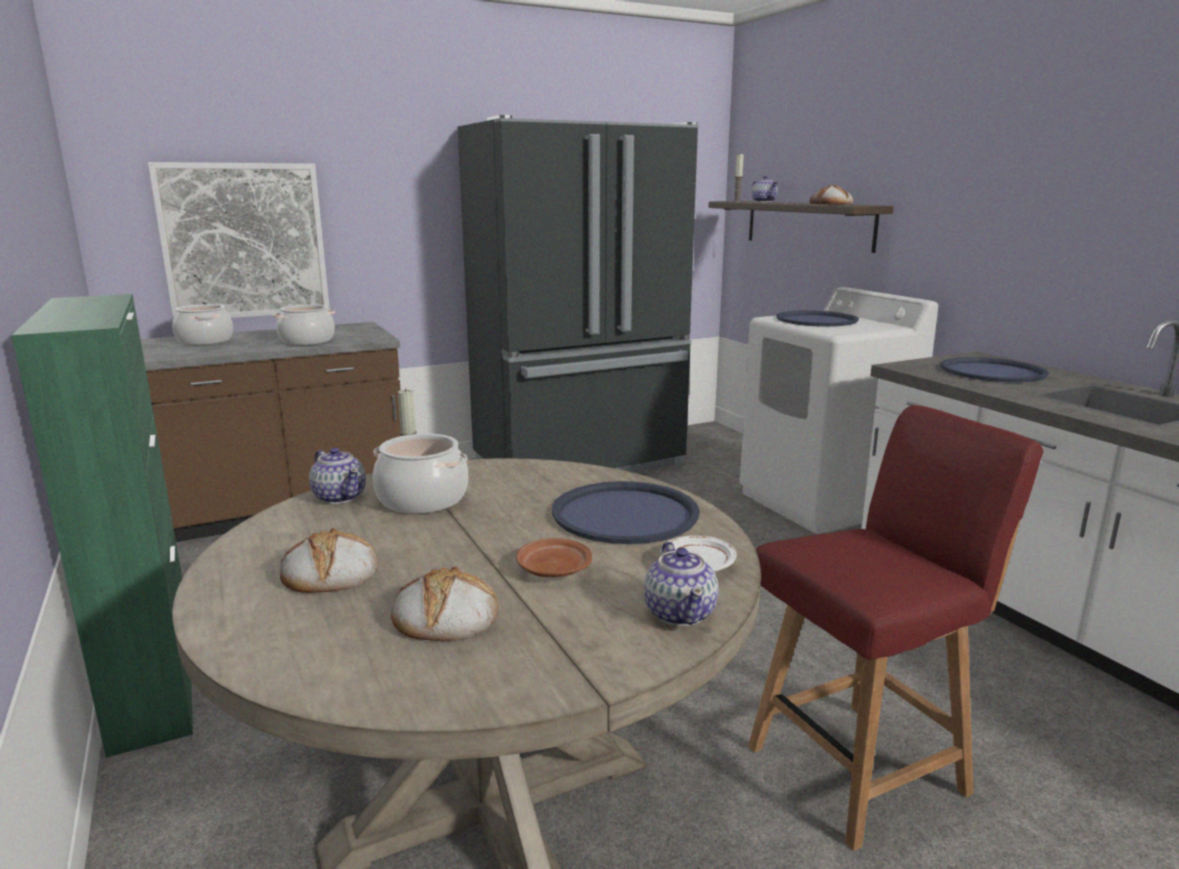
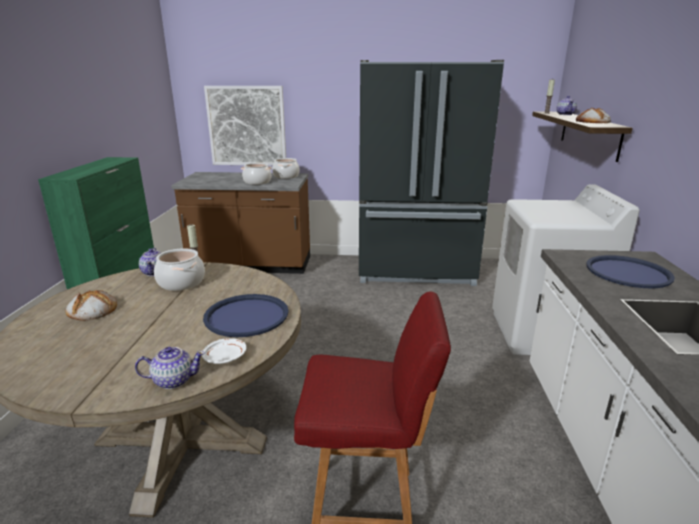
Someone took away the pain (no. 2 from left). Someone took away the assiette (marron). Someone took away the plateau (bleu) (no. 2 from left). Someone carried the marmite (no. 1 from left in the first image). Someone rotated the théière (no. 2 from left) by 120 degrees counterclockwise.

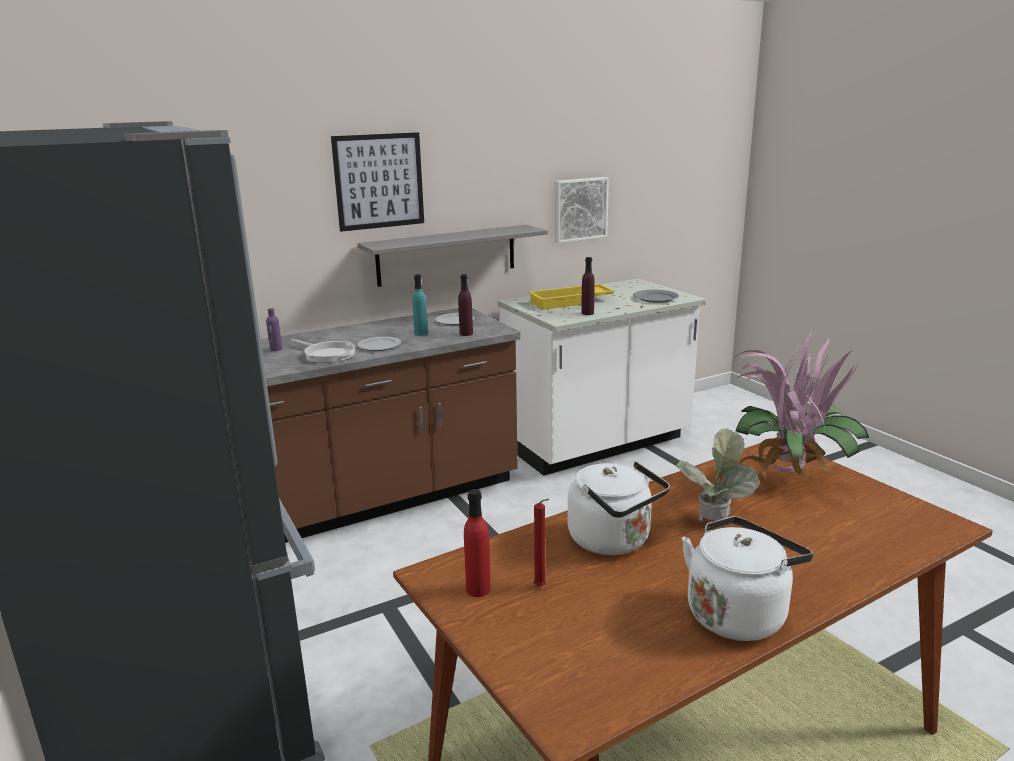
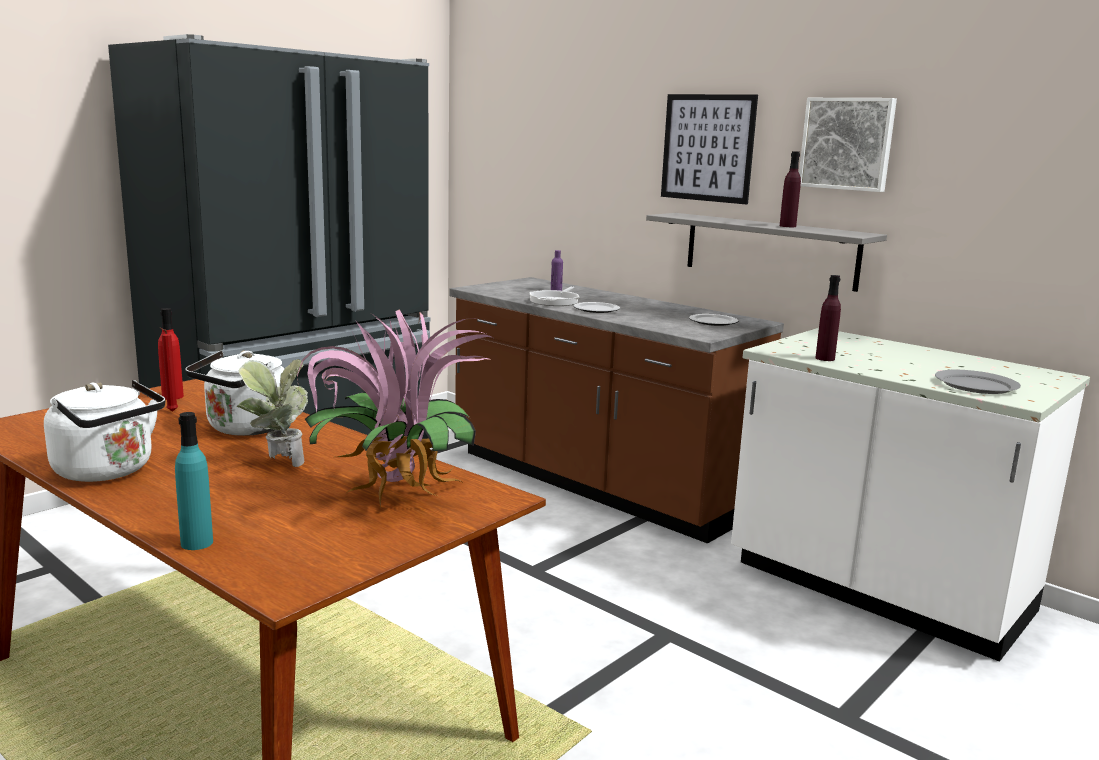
Someone took away the plateau (jaune). Someone carried the bouteille (turquoise). Someone carried the bouteille (violet) (no. 2 from left). Someone carried the tableau (no. 2 from left).

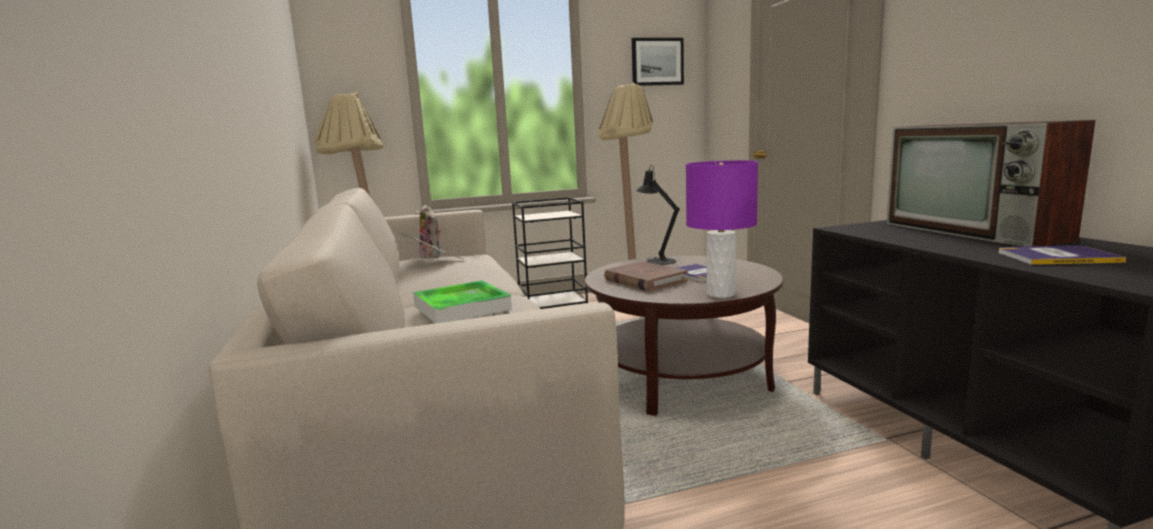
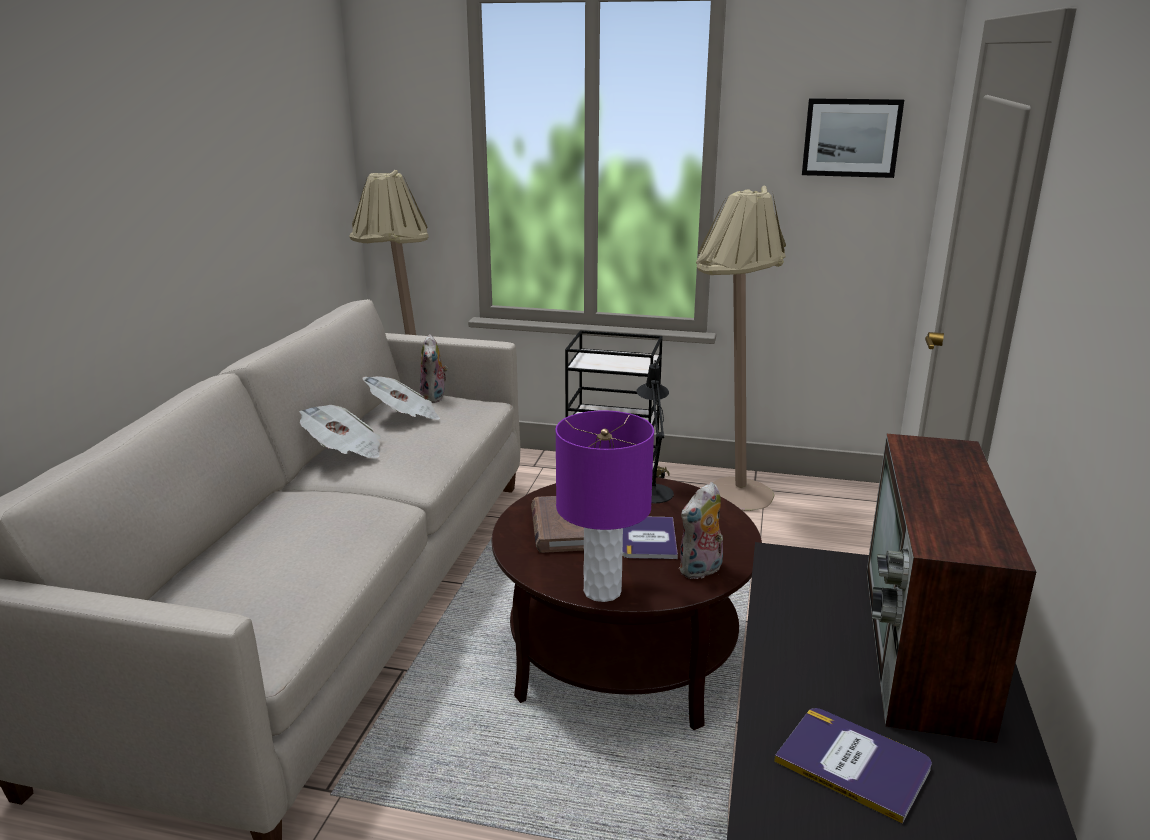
Someone took away the plateau. Someone put down the journal (no. 1 from left). Someone put down the peluche (no. 2 from left).

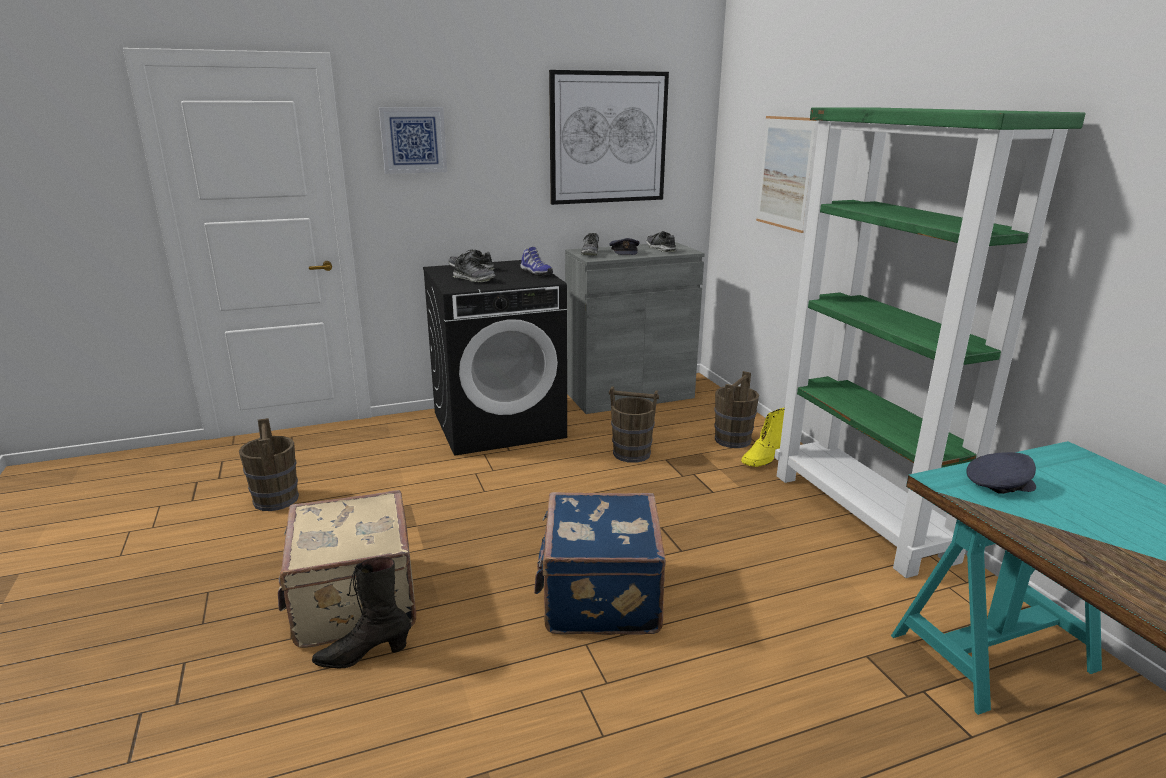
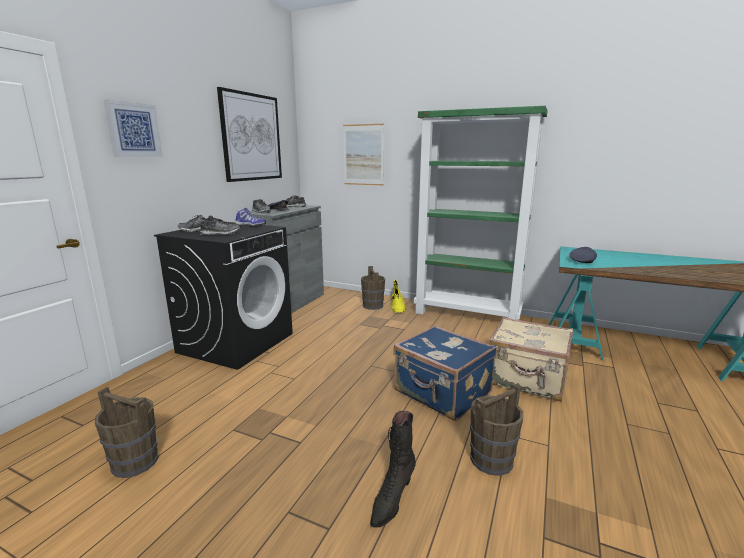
Someone carried the valise (beige). Someone carried the seau (marron) (no. 2 from left in the first image).

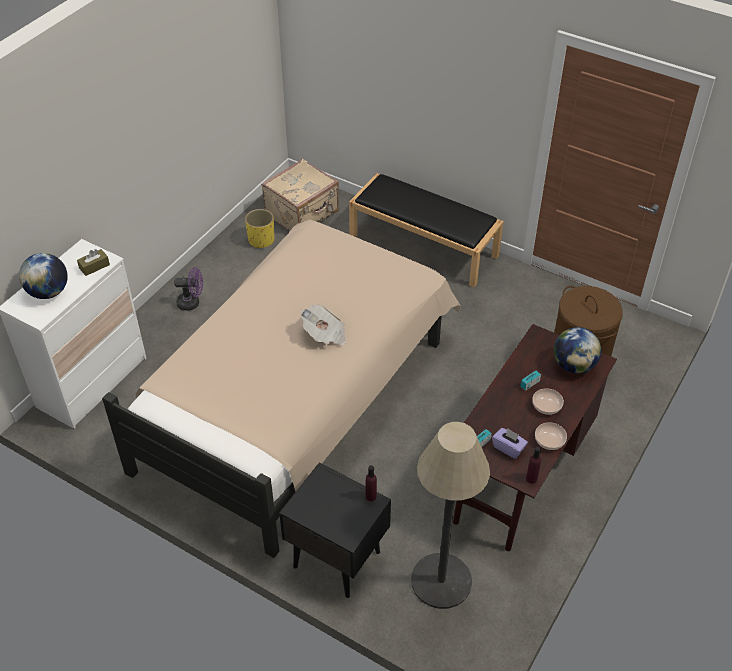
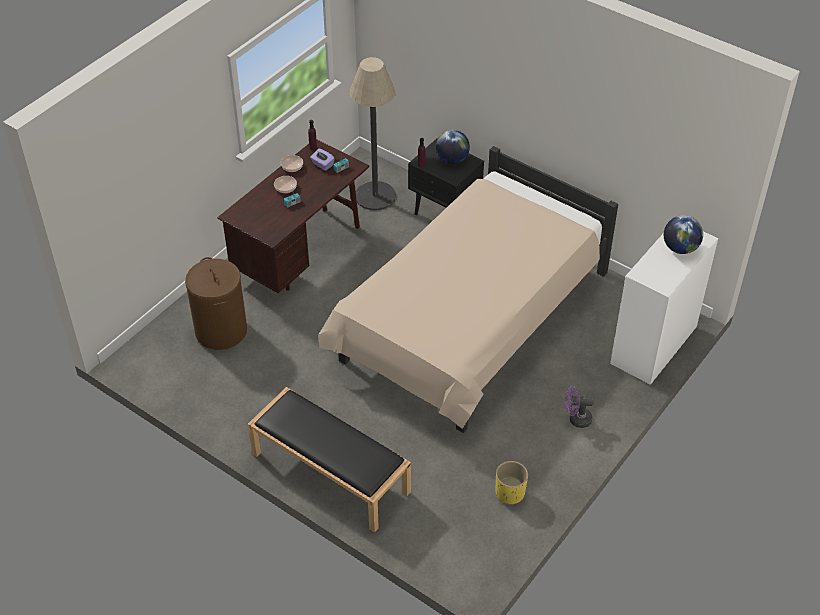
Someone took away the boîte à mouchoirs (marron). Someone took away the valise (beige). Someone took away the journal. Someone carried the globe (no. 2 from left in the first image).

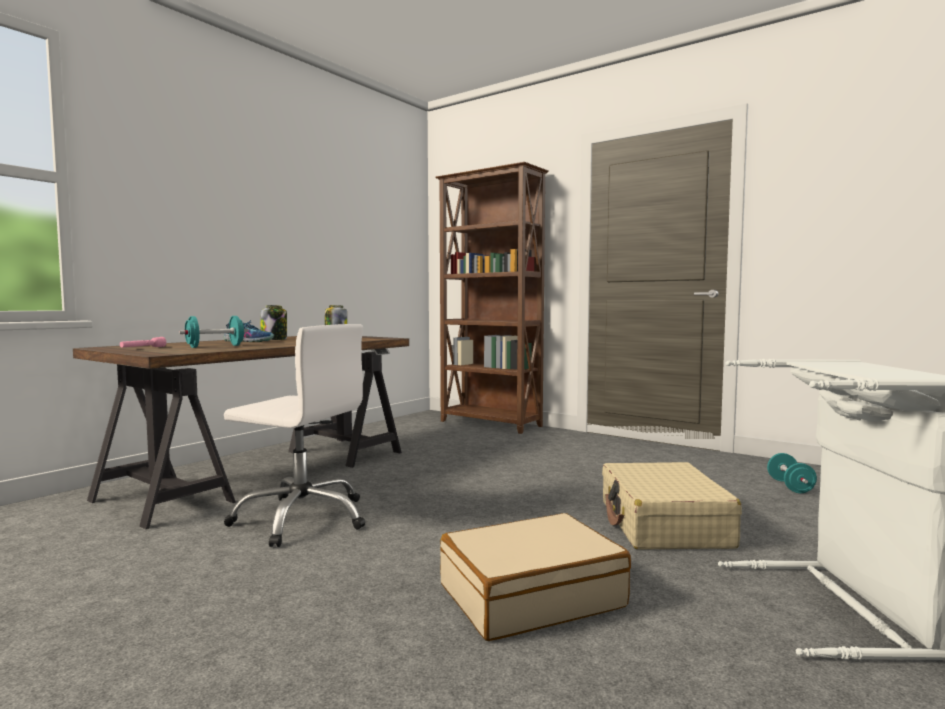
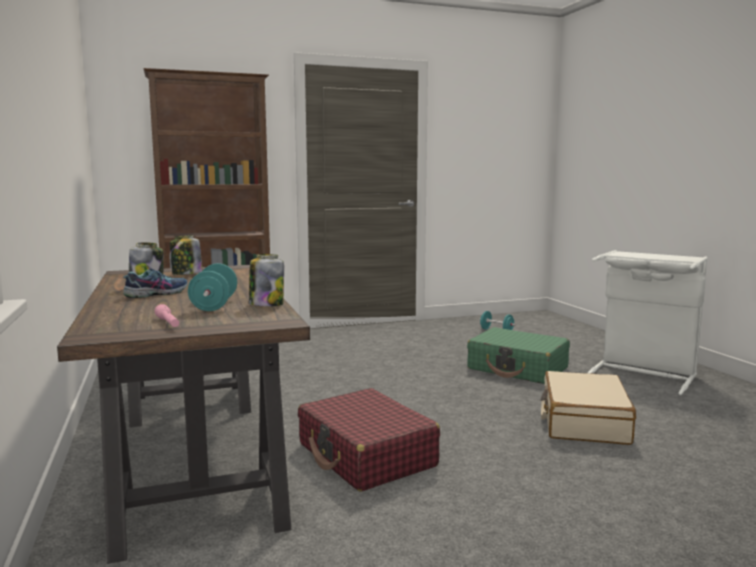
Someone put down the bocal (no. 3 from left). Someone swapped the chaise de bureau (blanc) for the valise (rouge). Someone repainted the valise (beige) (no. 2 from left), which became the valise (vert).

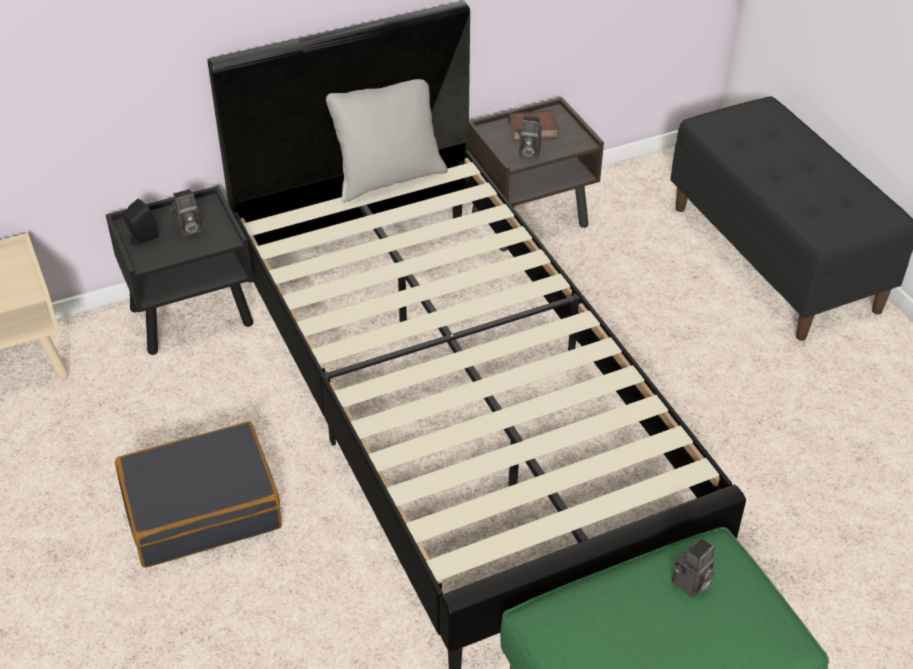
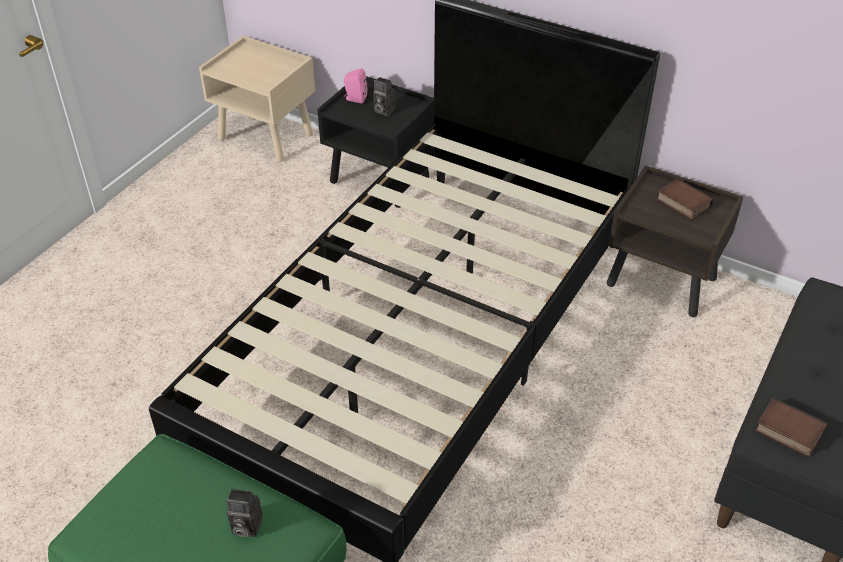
Someone took away the valise (noir). Someone took away the coussin (gris). Someone took away the appareil photo (no. 2 from left). Someone put down the livre (no. 2 from left). Someone repainted the enceinte (noir), which became the enceinte (rose).

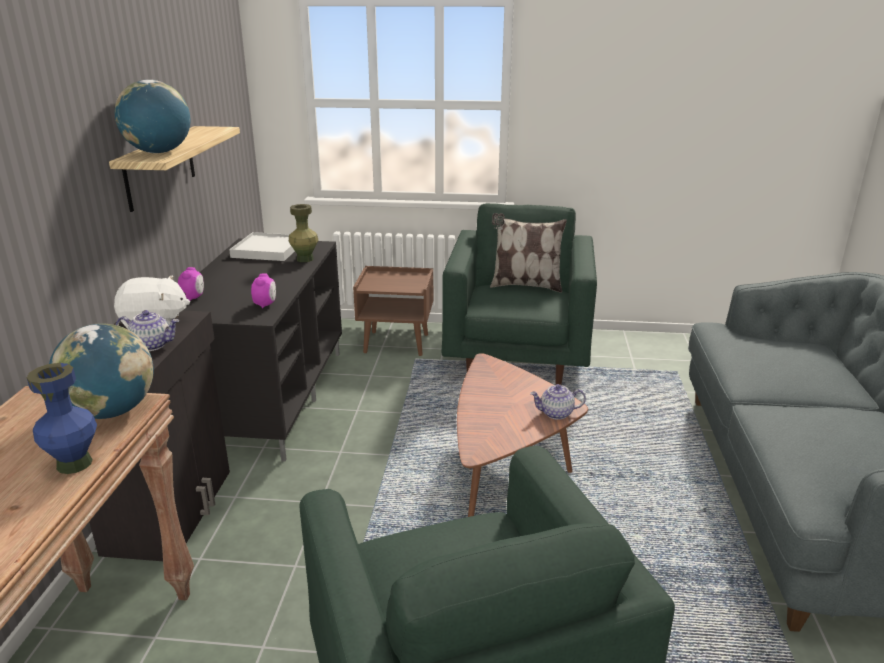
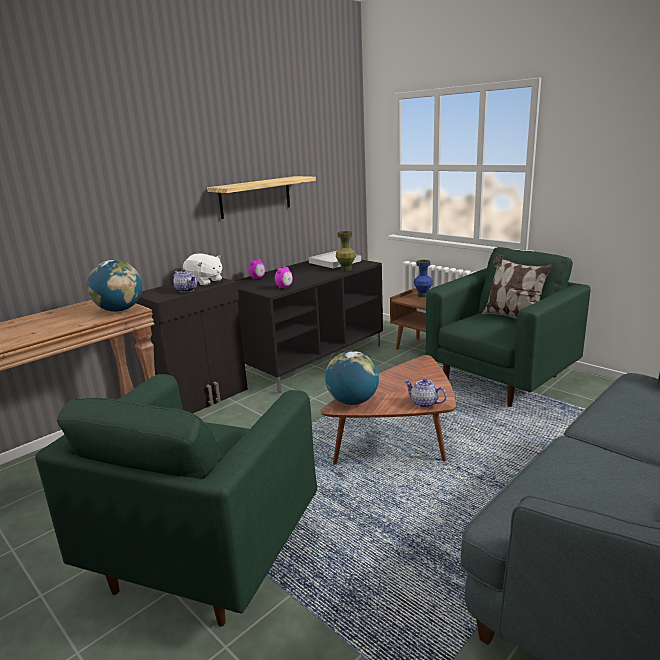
Someone carried the vase (bleu). Someone carried the globe (no. 2 from left).

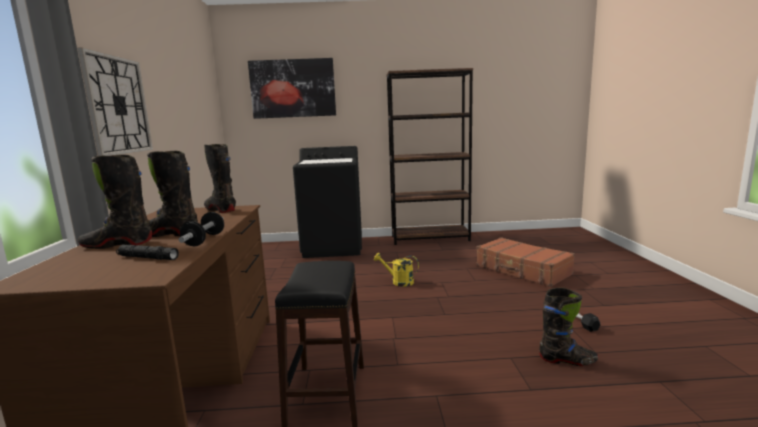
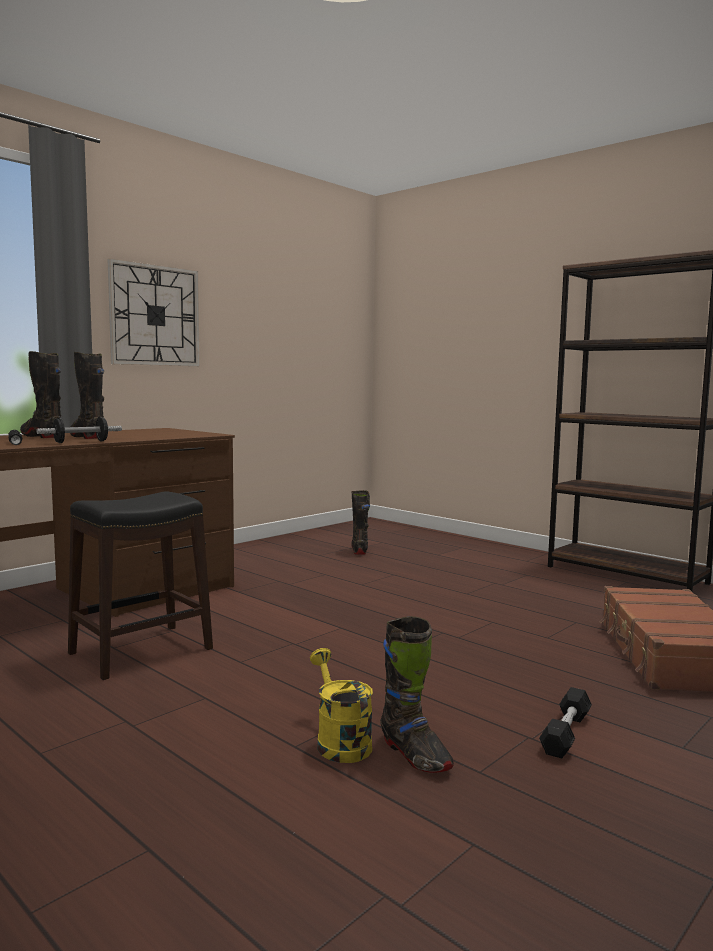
Someone took away the tableau. Someone took away the lave-linge (noir). Someone carried the botte (noir) (no. 3 from left). Someone carried the arrosoir (jaune).

